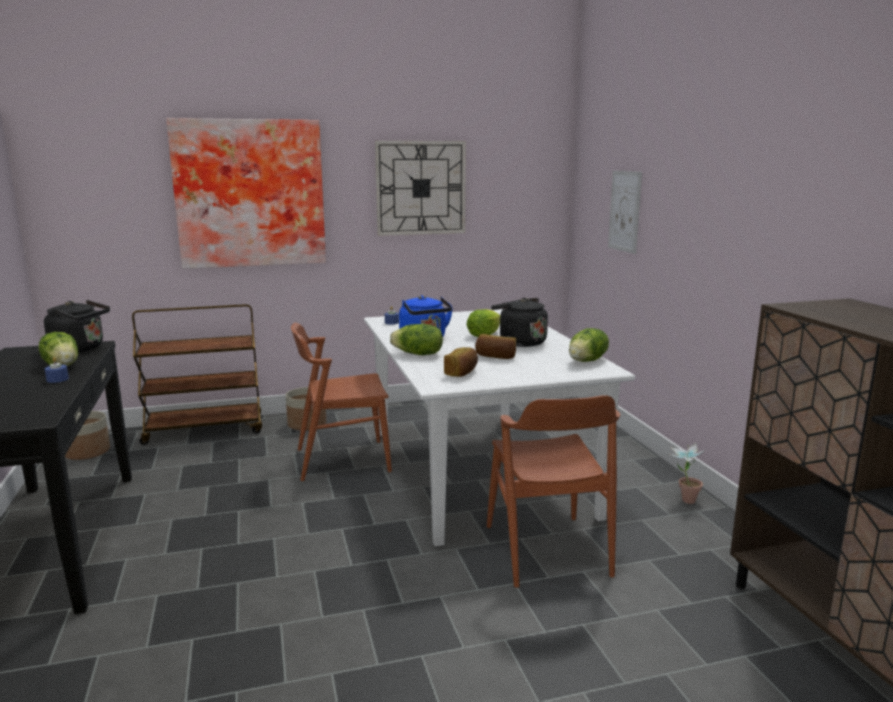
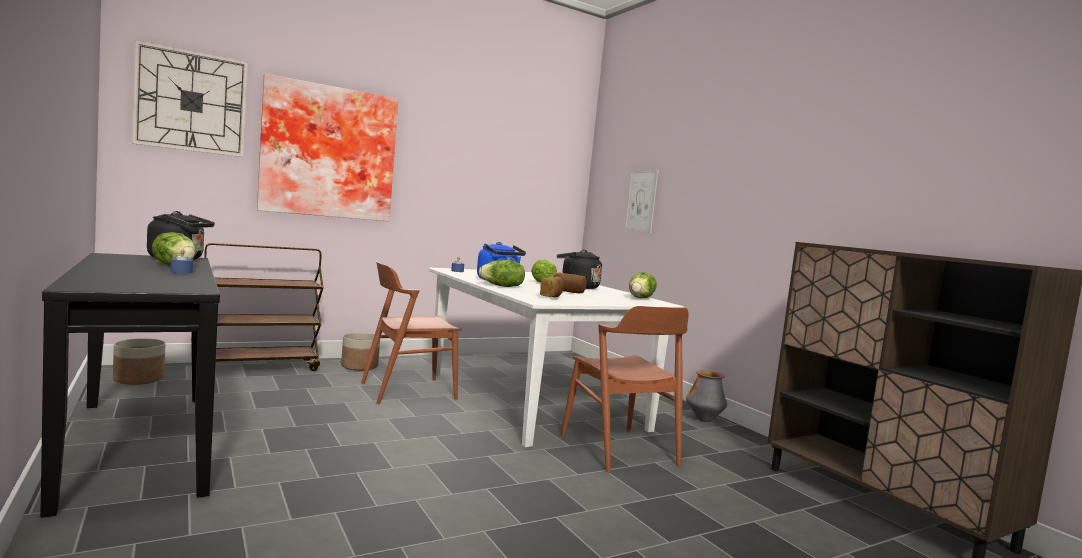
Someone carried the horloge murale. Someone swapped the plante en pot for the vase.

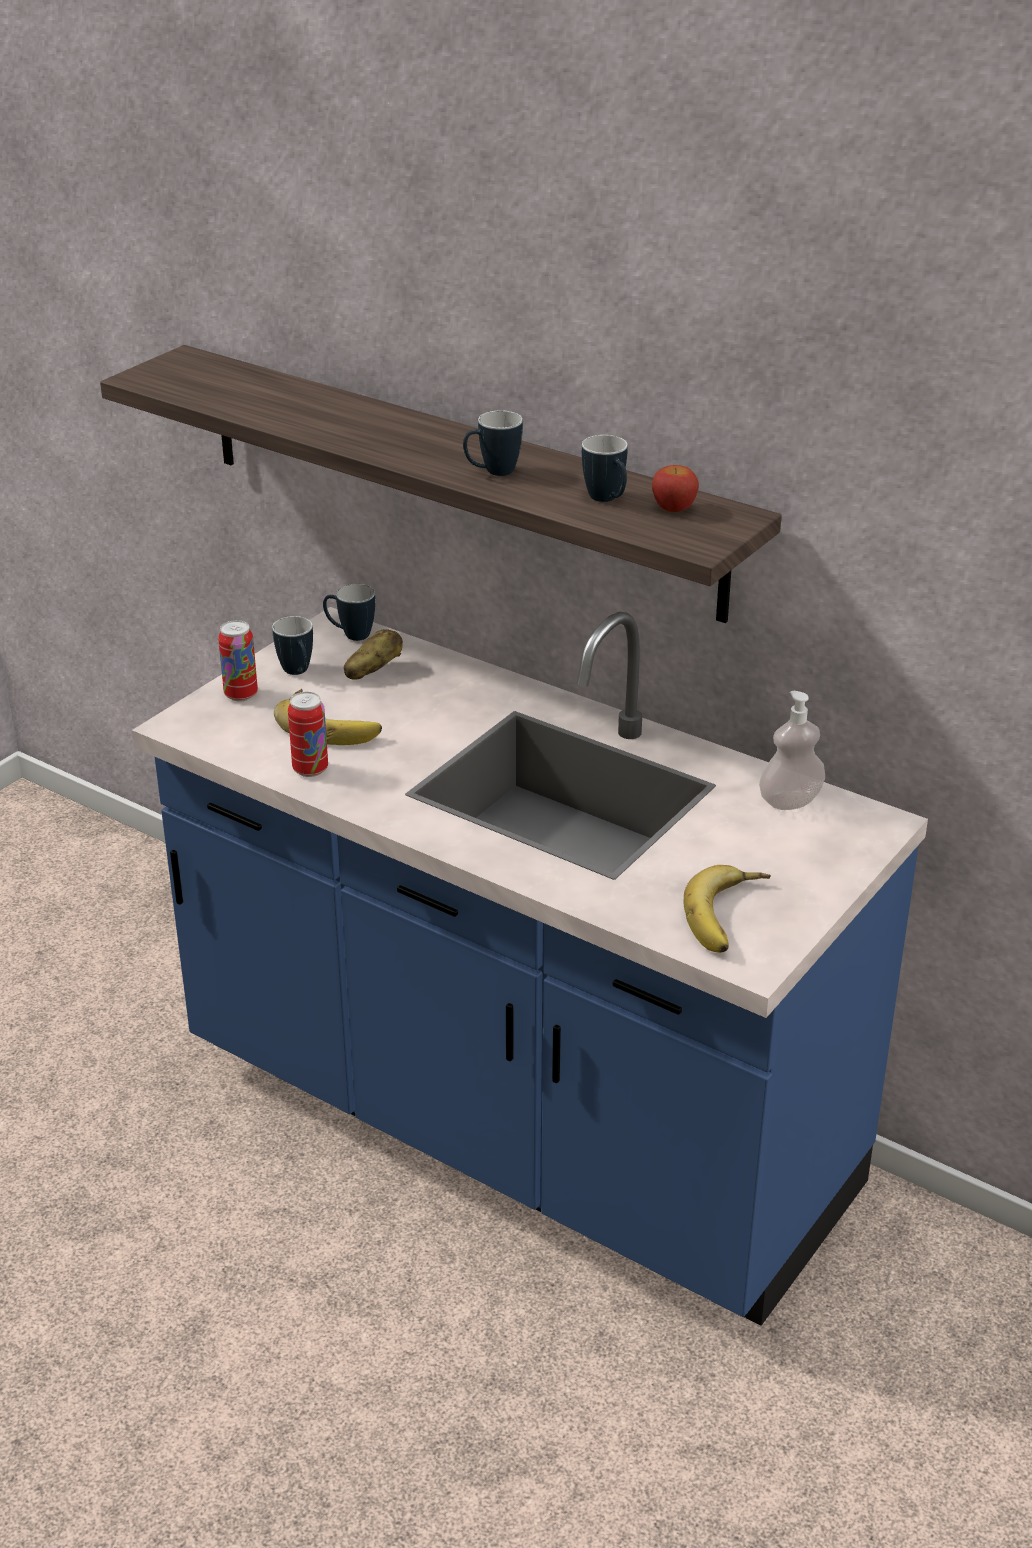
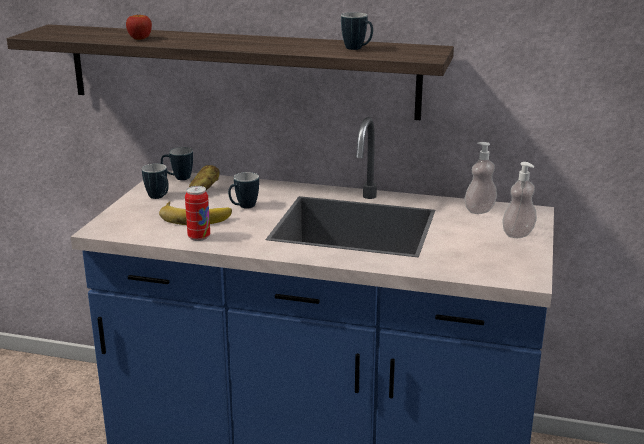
Someone took away the boîte métallique (no. 1 from left). Someone took away the banane (no. 2 from left). Someone put down the distributeur de savon (no. 2 from left). Someone carried the mug (no. 3 from left). Someone carried the pomme.

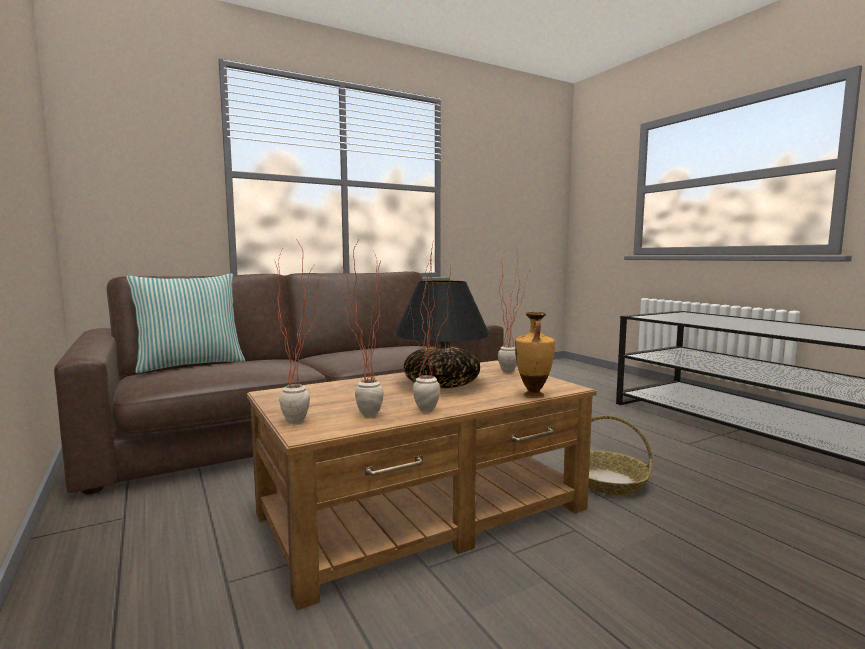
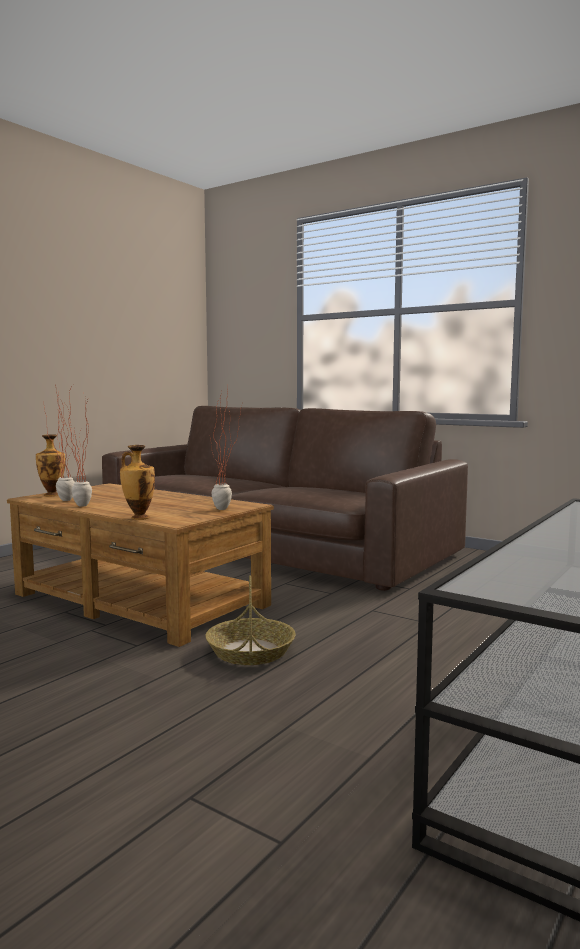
Someone took away the coussin. Someone took away the lampe de table (noir). Someone swapped the plante en pot (no. 1 from left) for the vase (no. 1 from left).

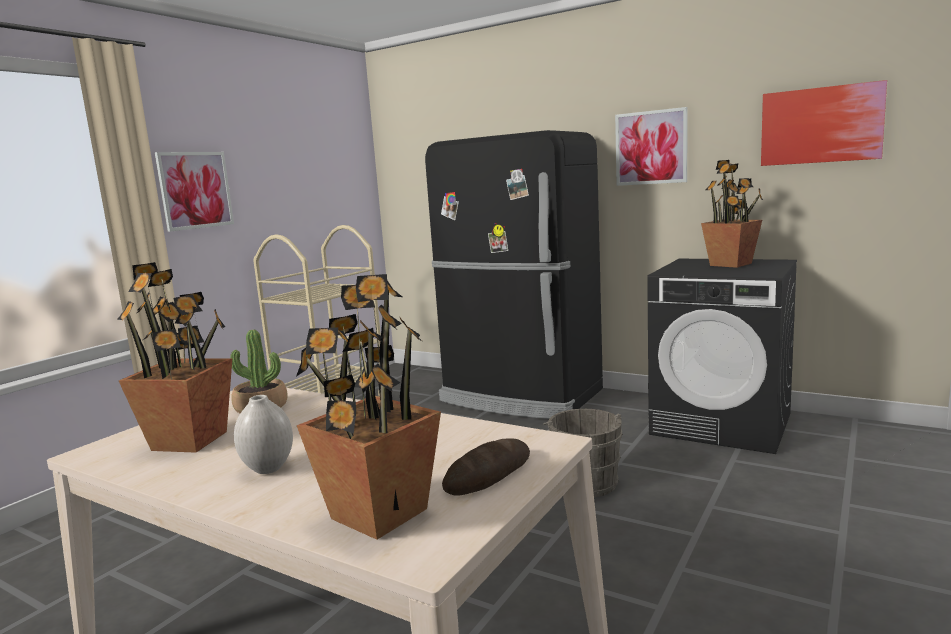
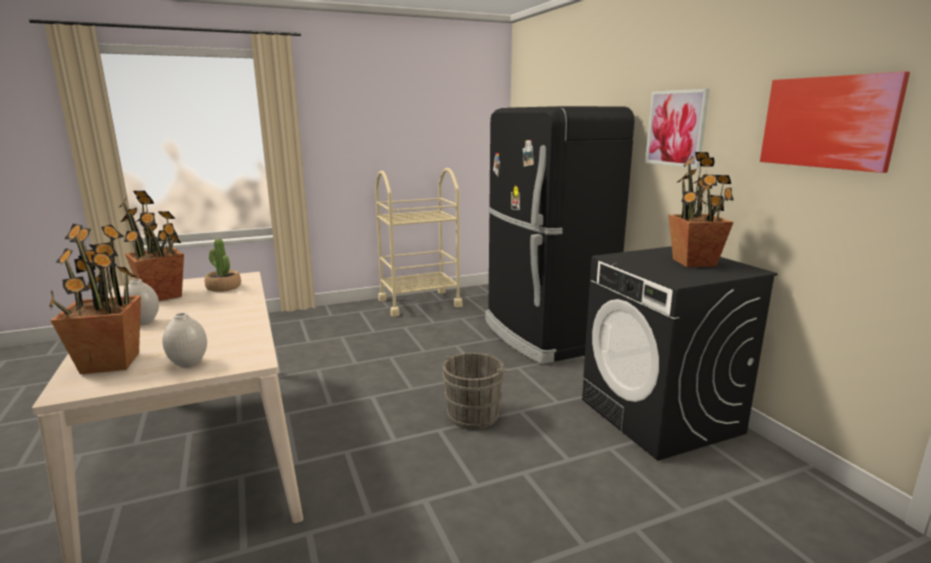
Someone took away the tableau (no. 1 from left). Someone swapped the pain for the vase (blanc) (no. 2 from left).

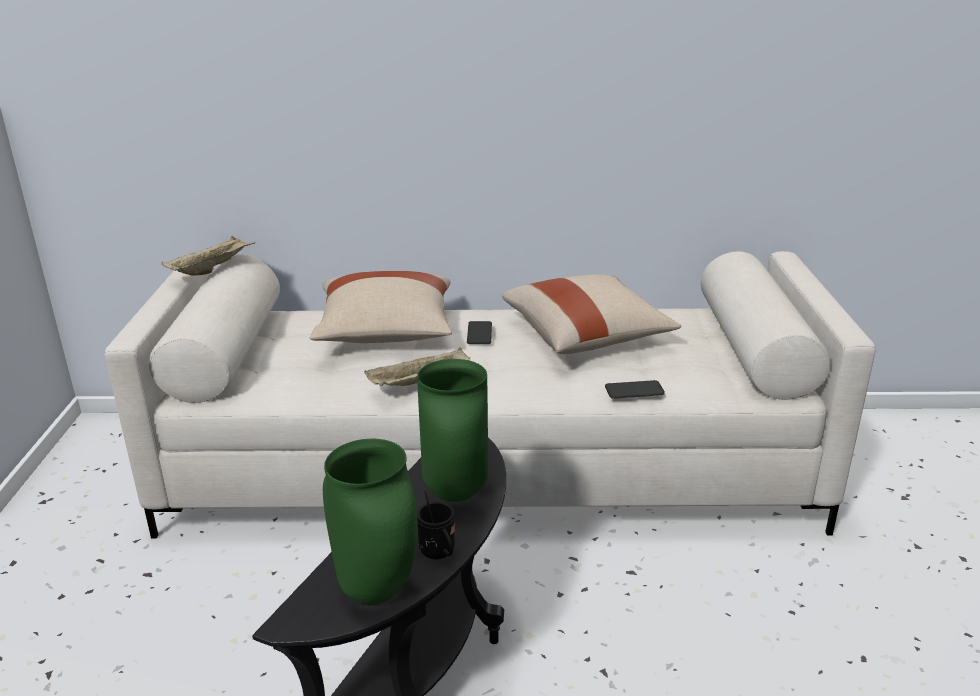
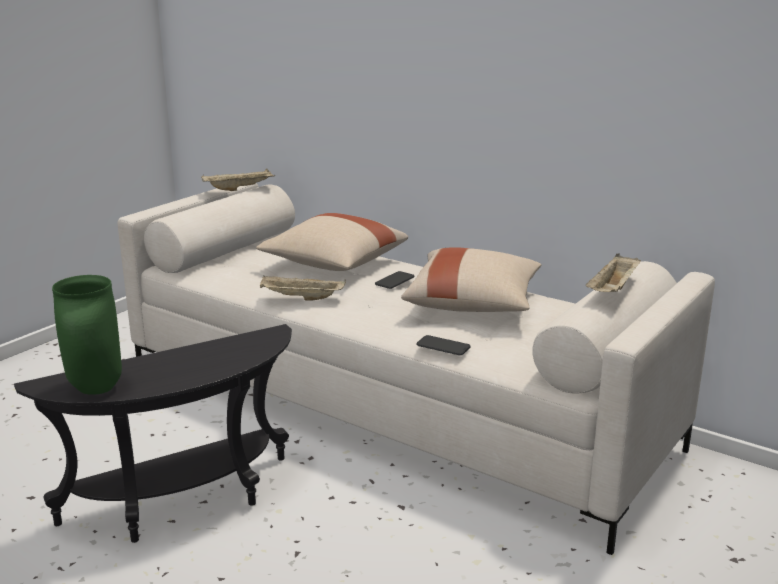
Someone took away the vase (vert) (no. 2 from left). Someone took away the mug (noir). Someone put down the plateau (beige) (no. 3 from left).

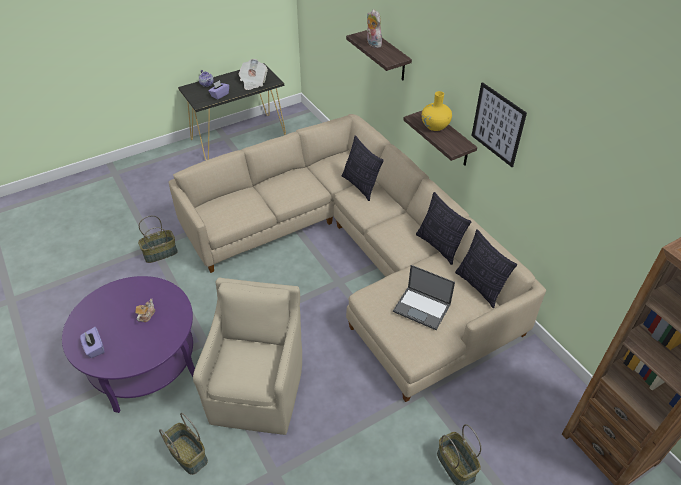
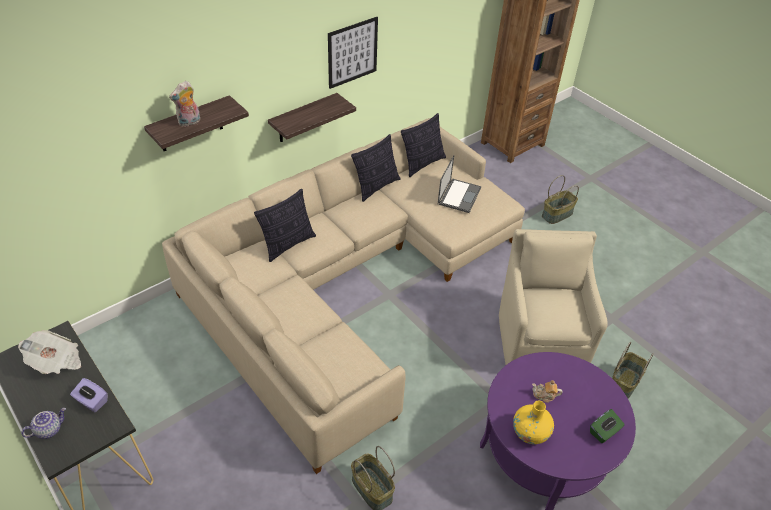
Someone carried the vase (jaune). Someone repainted the boîte à mouchoirs (violet) (no. 1 from left), which became the boîte à mouchoirs (vert). Someone rotated the fauteuil (beige) by 90 degrees clockwise.

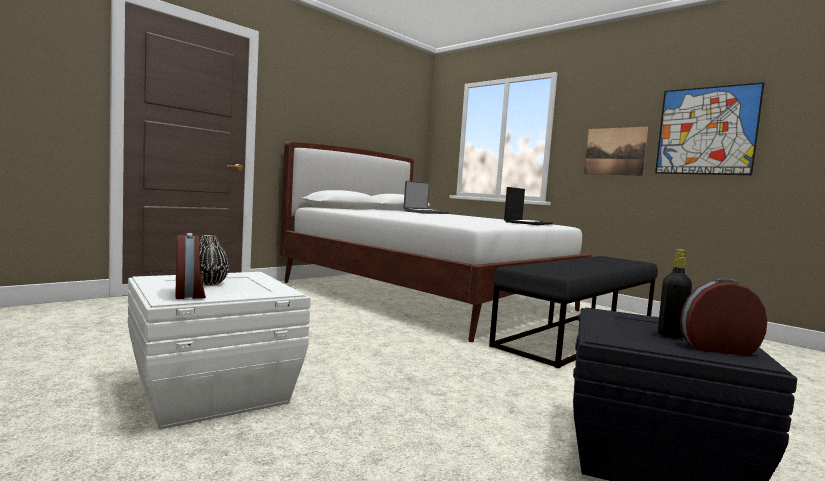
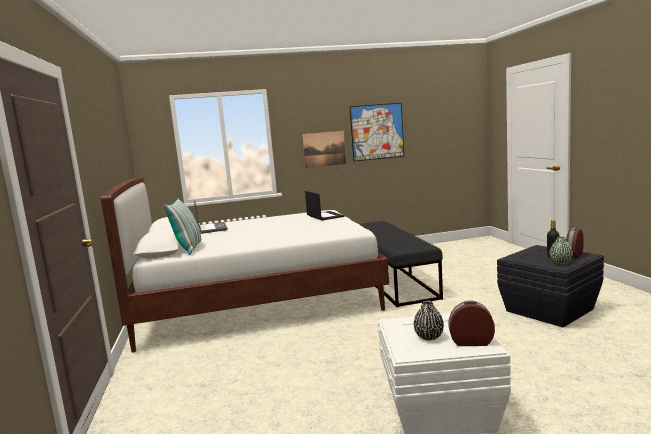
Someone put down the coussin. Someone put down the vase (vert).

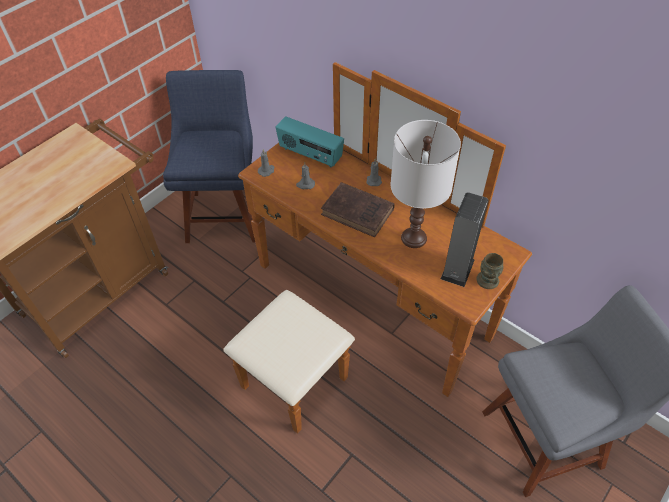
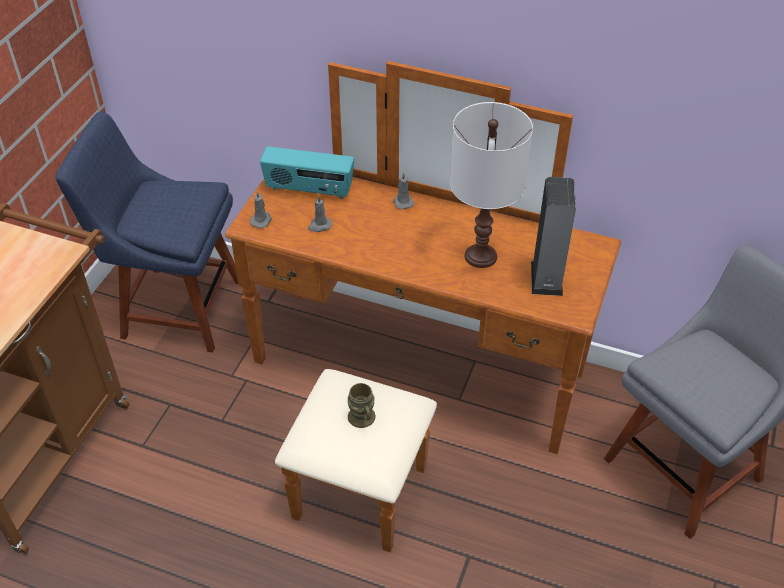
Someone took away the livre (marron). Someone carried the mug (marron). Someone rotated the chaise (bleu) by 60 degrees counterclockwise.

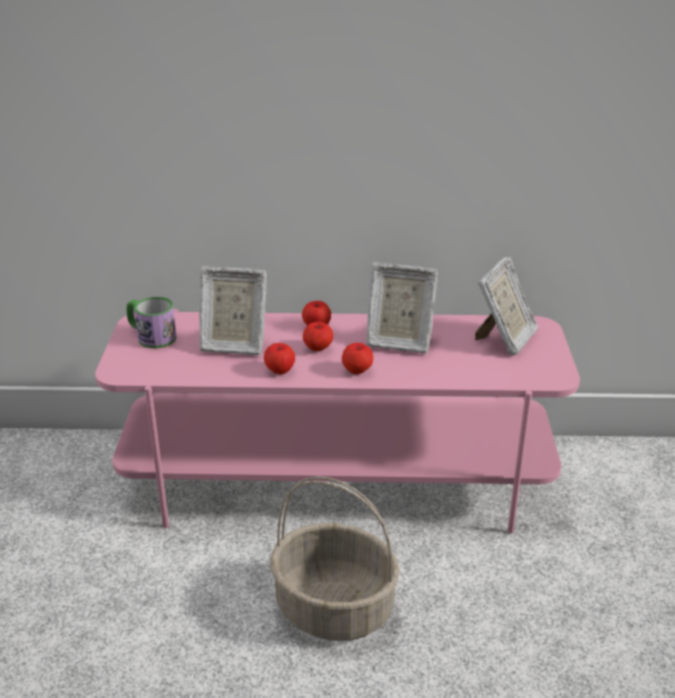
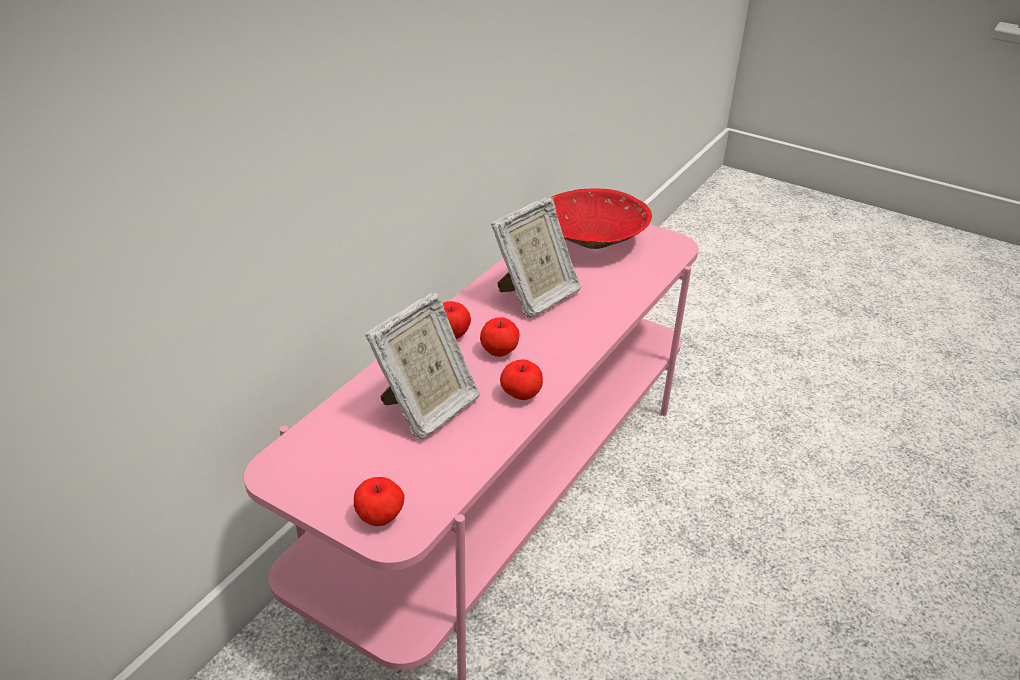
Someone took away the mug. Someone took away the panier. Someone carried the pomme (no. 4 from left in the first image). Someone swapped the cadre photo (no. 3 from left) for the bol (rouge).

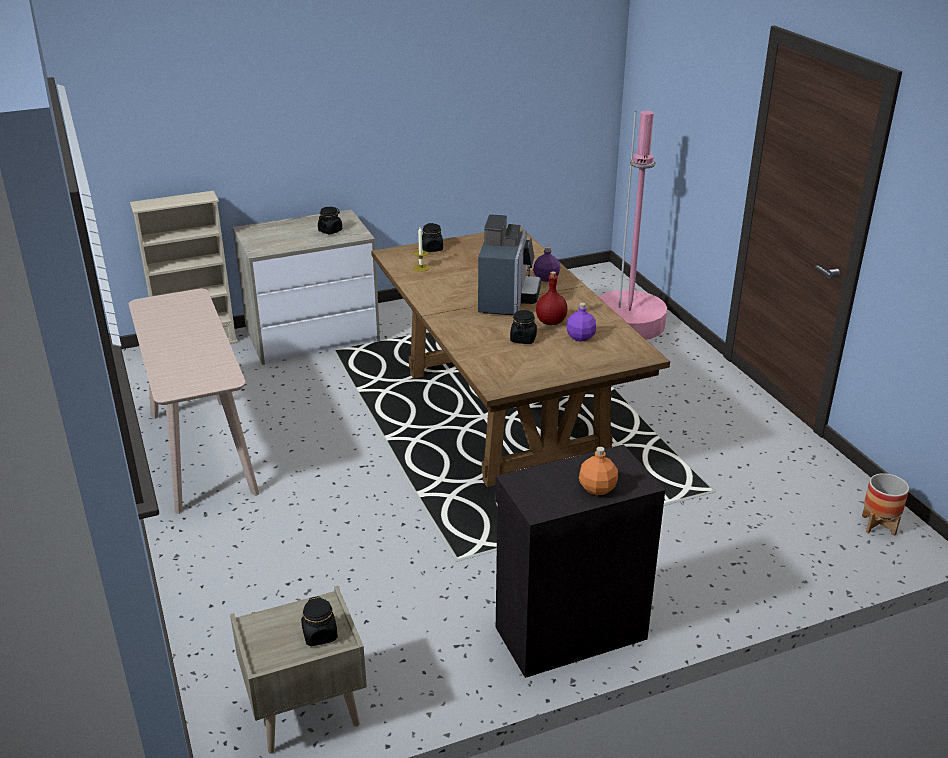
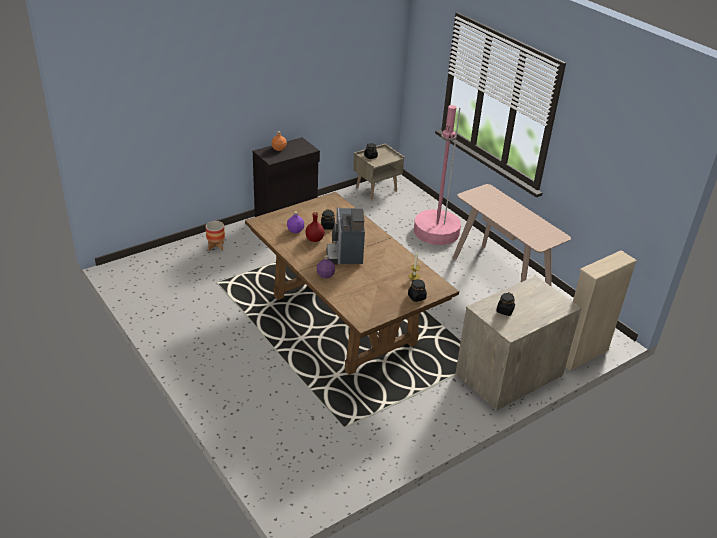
Someone carried the lampadaire (rose). Someone carried the cache-pot.

